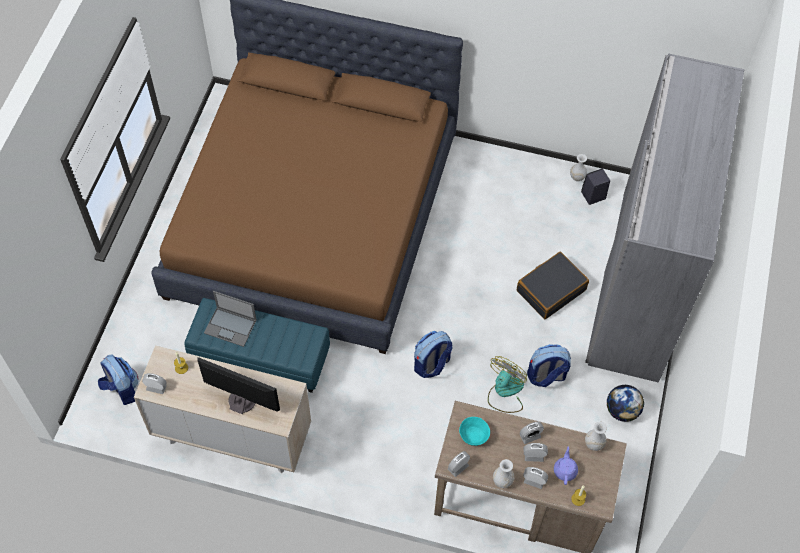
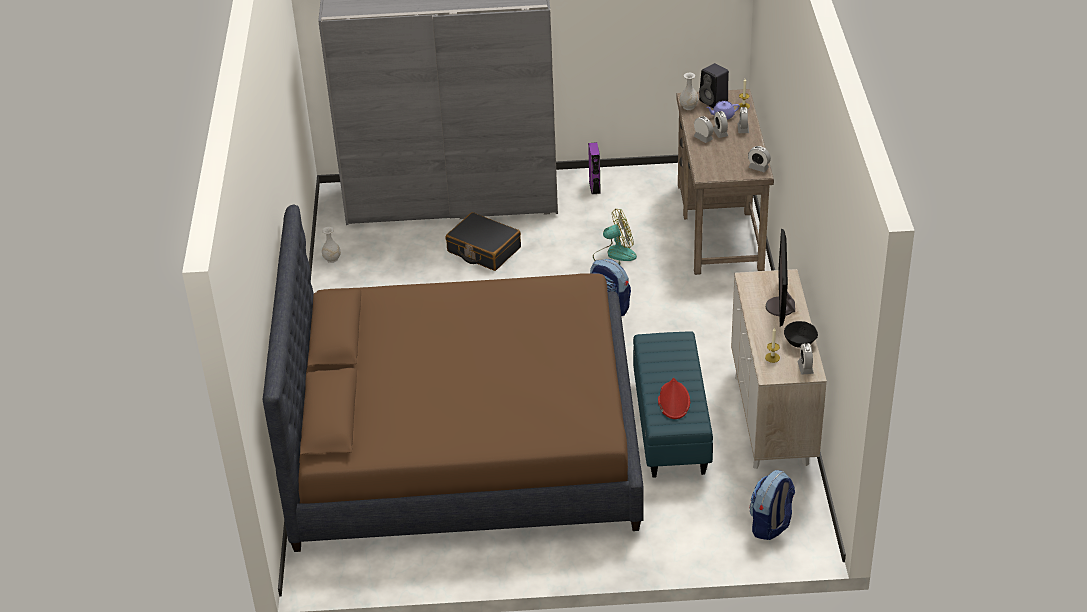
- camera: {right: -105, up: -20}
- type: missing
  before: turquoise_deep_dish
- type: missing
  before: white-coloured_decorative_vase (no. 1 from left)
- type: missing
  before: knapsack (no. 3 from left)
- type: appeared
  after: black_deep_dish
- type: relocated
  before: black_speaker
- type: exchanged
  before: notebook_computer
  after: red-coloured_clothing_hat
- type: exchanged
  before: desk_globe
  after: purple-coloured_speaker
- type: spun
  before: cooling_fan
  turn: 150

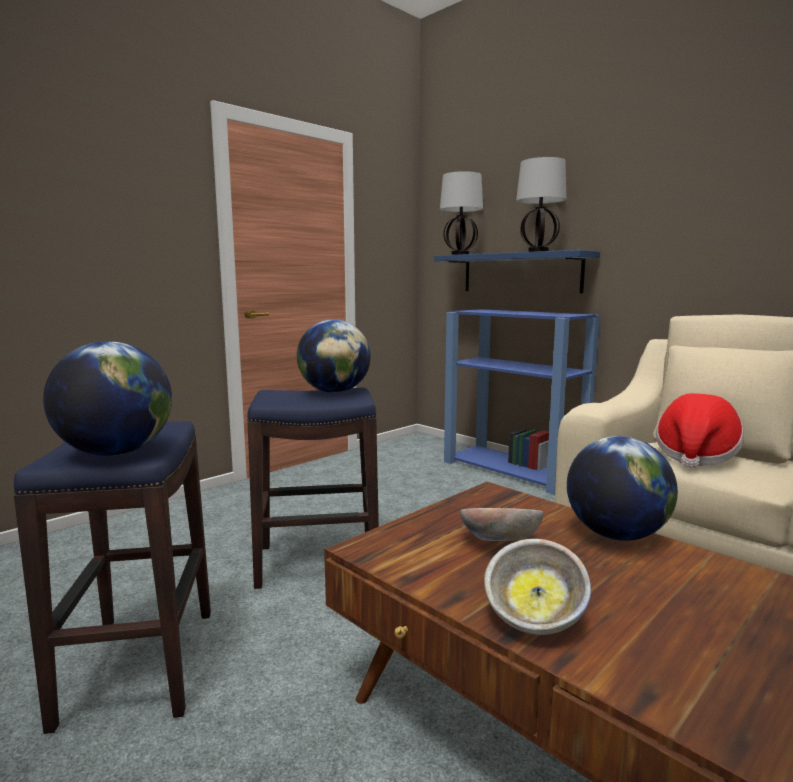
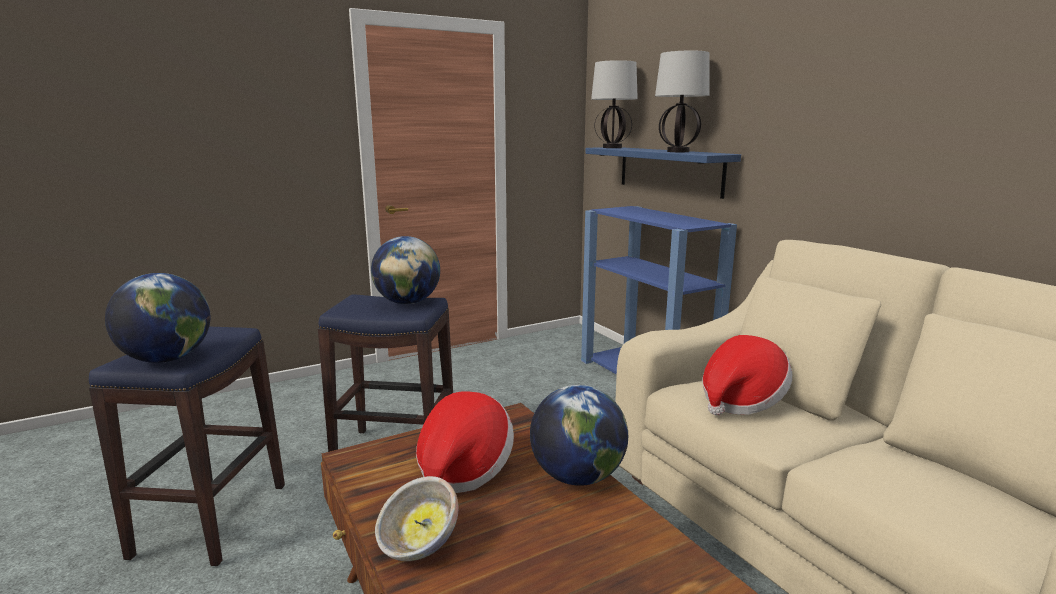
- camera: {right: 15, up: 5}
- type: exchanged
  before: deep_dish (no. 1 from left)
  after: clothing_hat (no. 1 from left)

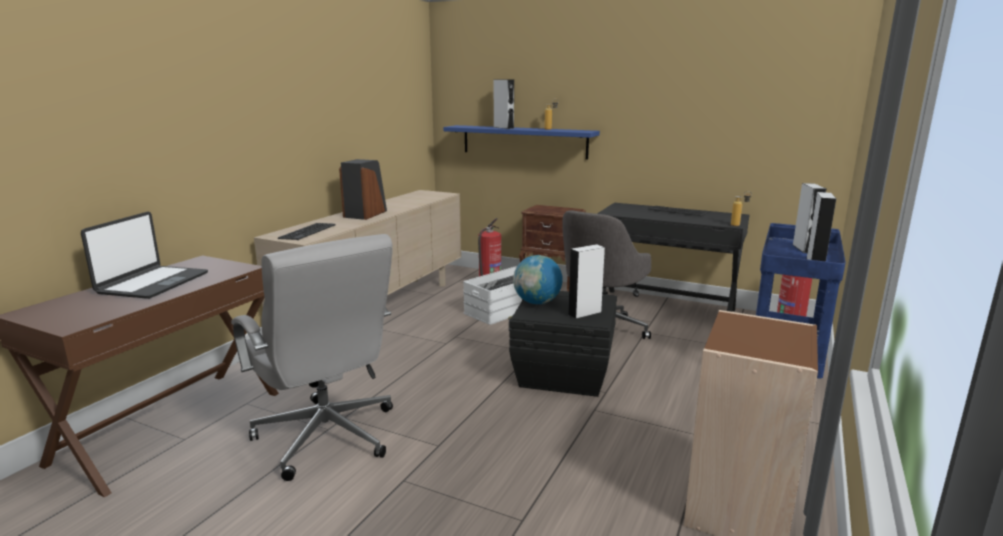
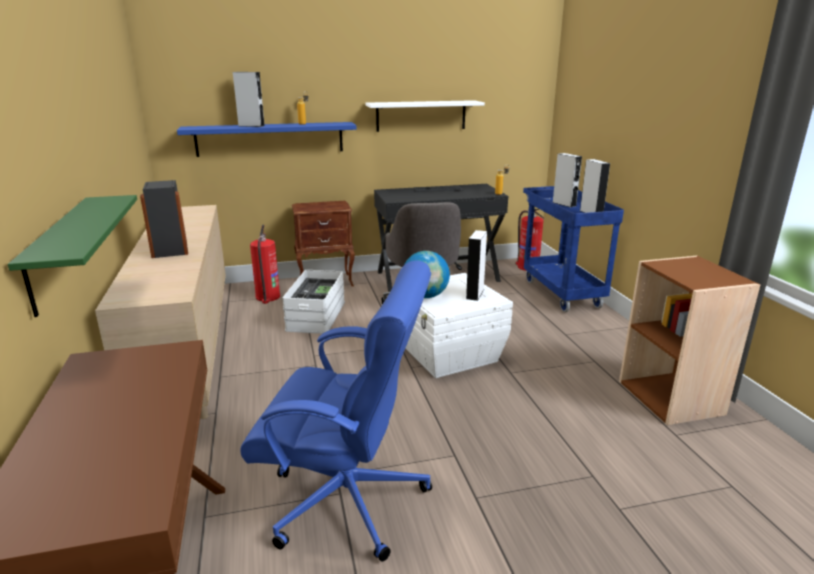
- camera: {right: -40, up: 5}
- type: missing
  before: notebook_computer
- type: missing
  before: PC_keyboard (no. 1 from left)
- type: appeared
  after: greenish_shelf
- type: appeared
  after: white-coloured_shelf
- type: colour
  before: gray_office_chair (no. 1 from left)
  after: blue_office_chair
- type: colour
  before: black_storage_container
  after: white-coloured_storage_container (no. 2 from left)

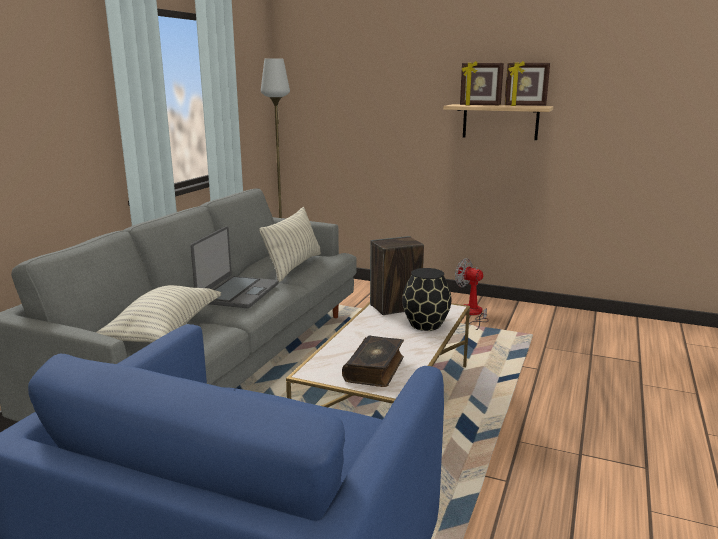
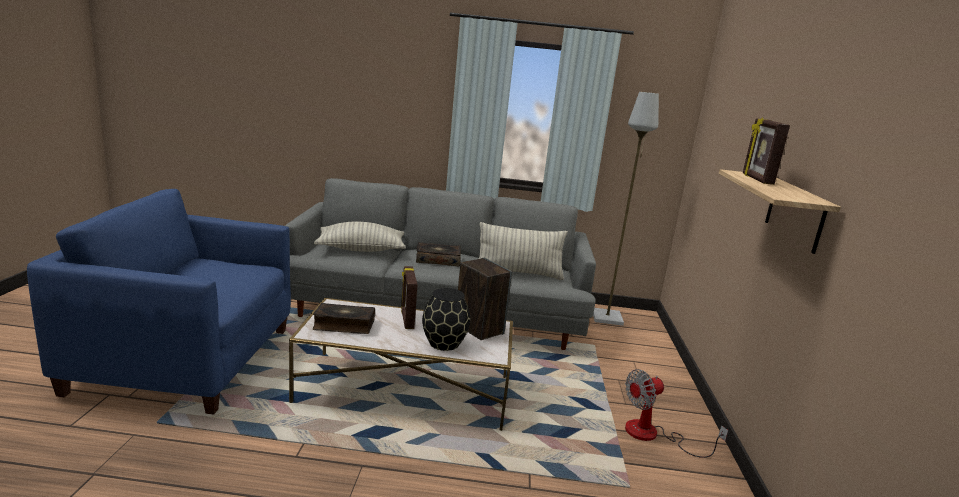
- camera: {right: 70, up: 0}
- type: relocated
  before: picture_frame (no. 2 from left in the first image)
  after: picture_frame (no. 1 from left)
- type: exchanged
  before: notebook_computer
  after: book (no. 2 from left)
- type: spun
  before: cooling_fan
  turn: -135

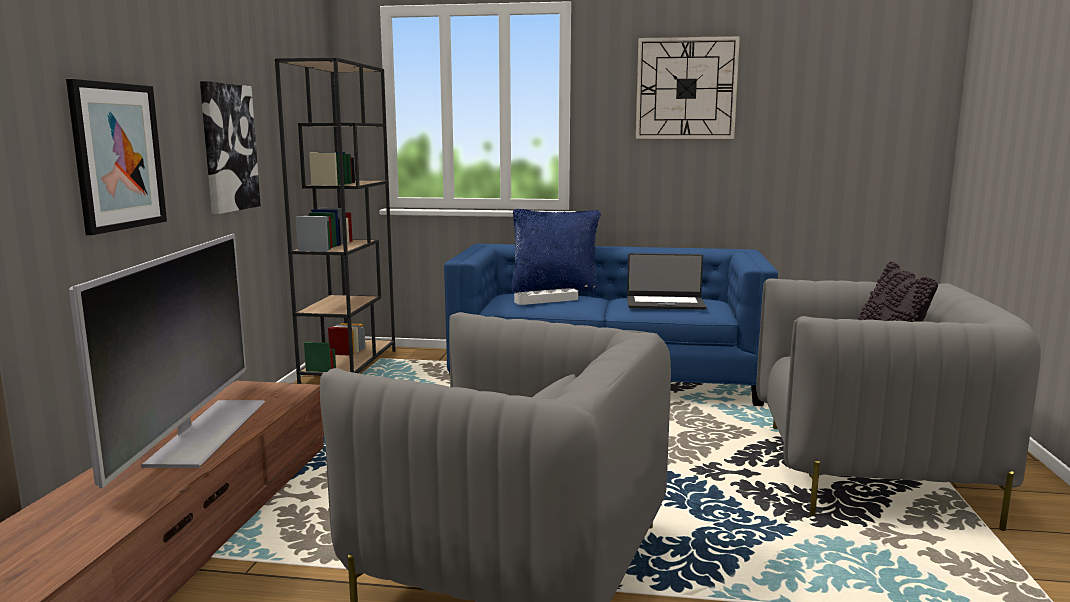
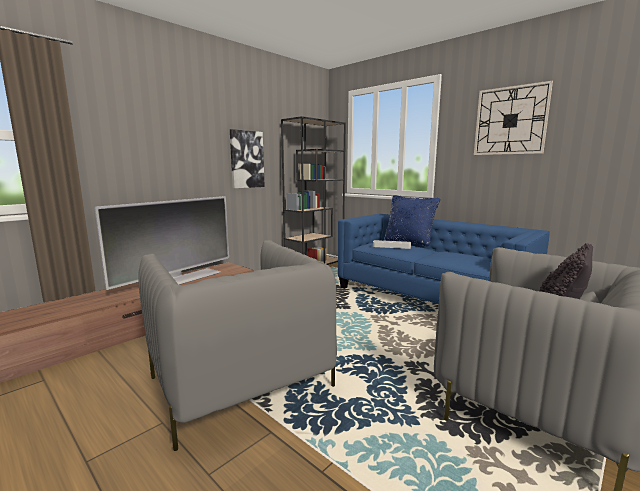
- camera: {right: 35, up: 0}
- type: missing
  before: wall_art (no. 1 from left)
- type: missing
  before: notebook_computer

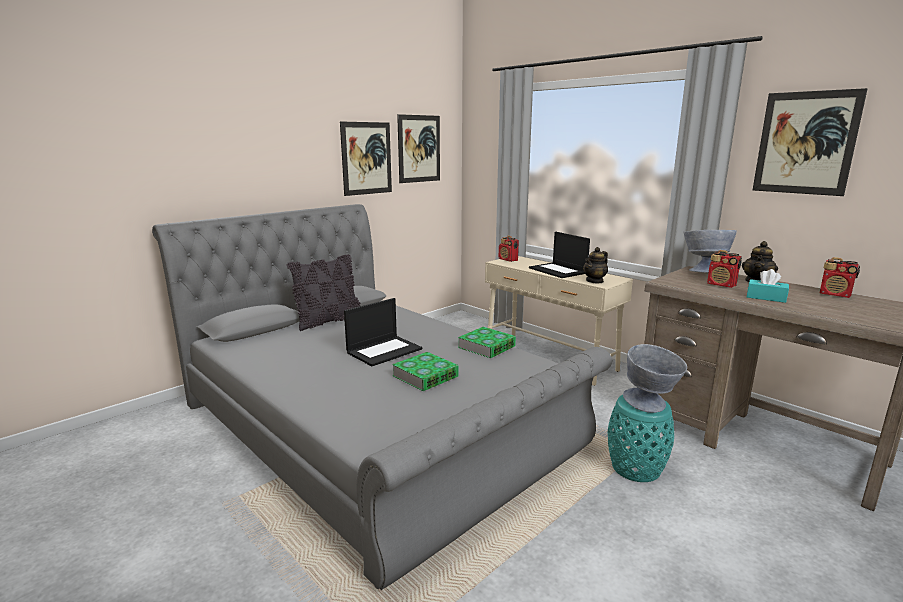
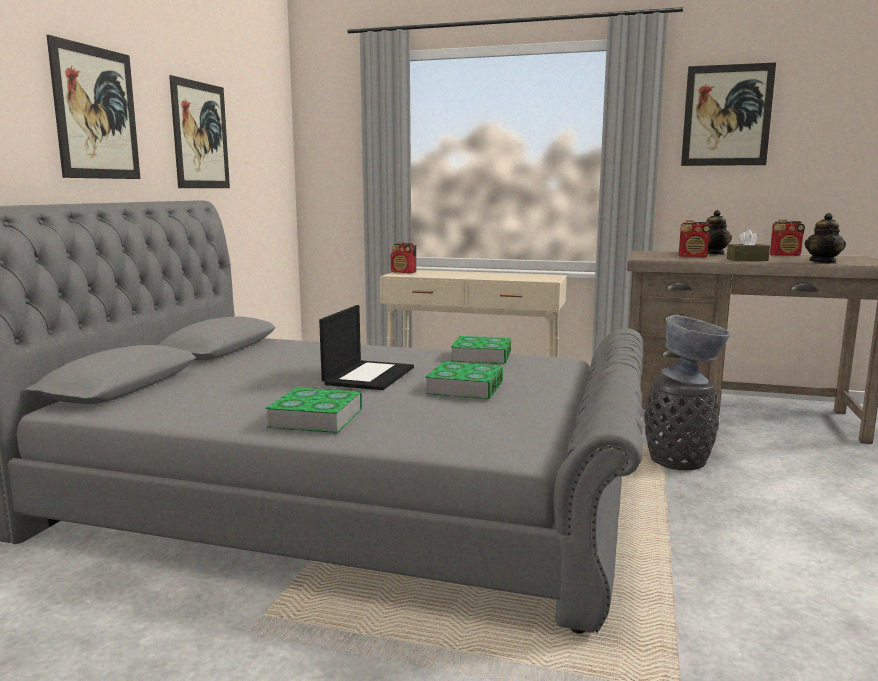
- camera: {right: -30, up: -5}
- type: missing
  before: black_pillow
- type: missing
  before: notebook_computer (no. 2 from left)
- type: missing
  before: gray_deep_dish (no. 2 from left)
- type: appeared
  after: book (no. 1 from left)
- type: relocated
  before: wall_art (no. 2 from left in the first image)
  after: wall_art (no. 1 from left)
- type: relocated
  before: pot_for_tea (no. 1 from left in the first image)
  after: pot_for_tea (no. 2 from left)
- type: colour
  before: turquoise_stool_seat
  after: gray_stool_seat
- type: colour
  before: turquoise_box_of_tissues
  after: brown_box_of_tissues

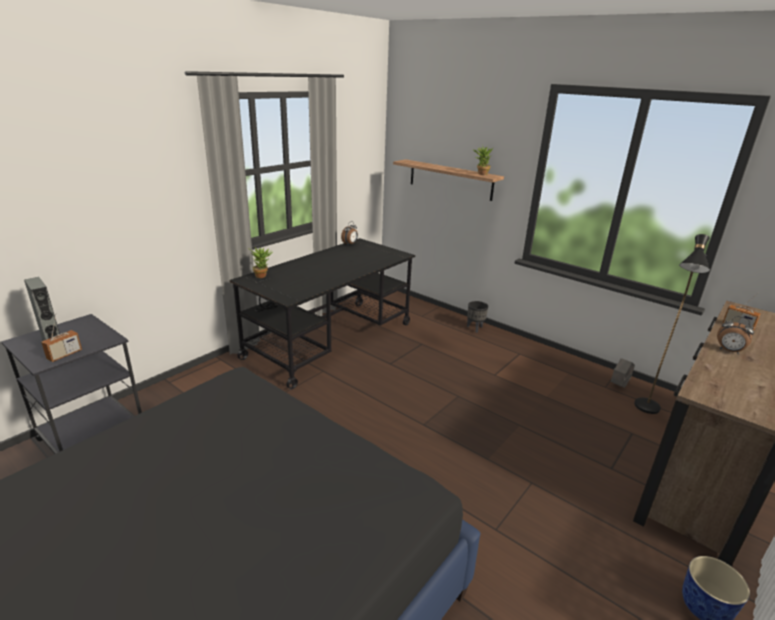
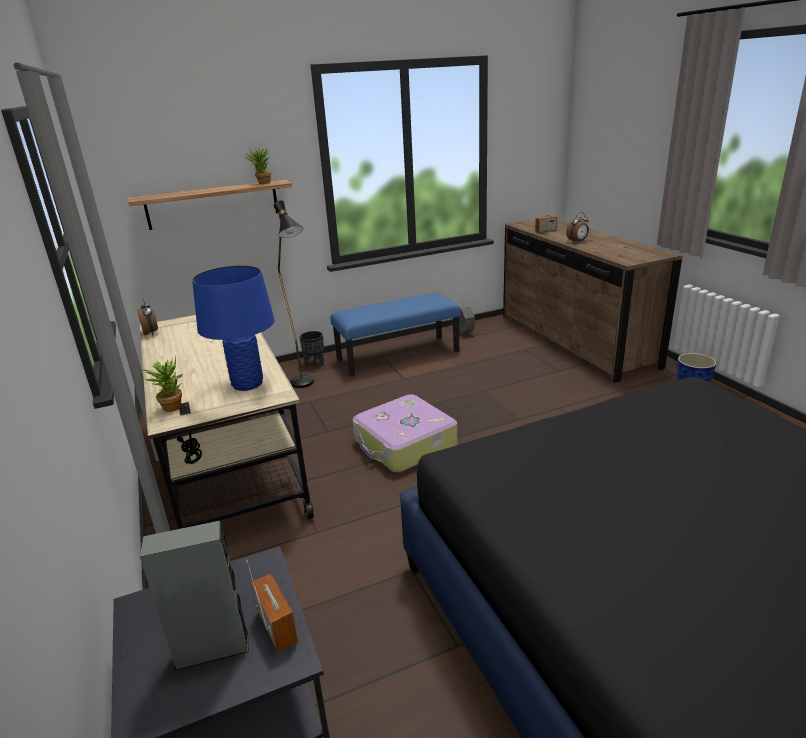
- camera: {right: -60, up: 0}
- type: appeared
  after: blue_tabletop_lamp
- type: appeared
  after: blue_bench
- type: appeared
  after: suitcase
- type: relocated
  before: black_standing_lamp
- type: colour
  before: black_desk_table
  after: sand-coloured_desk_table

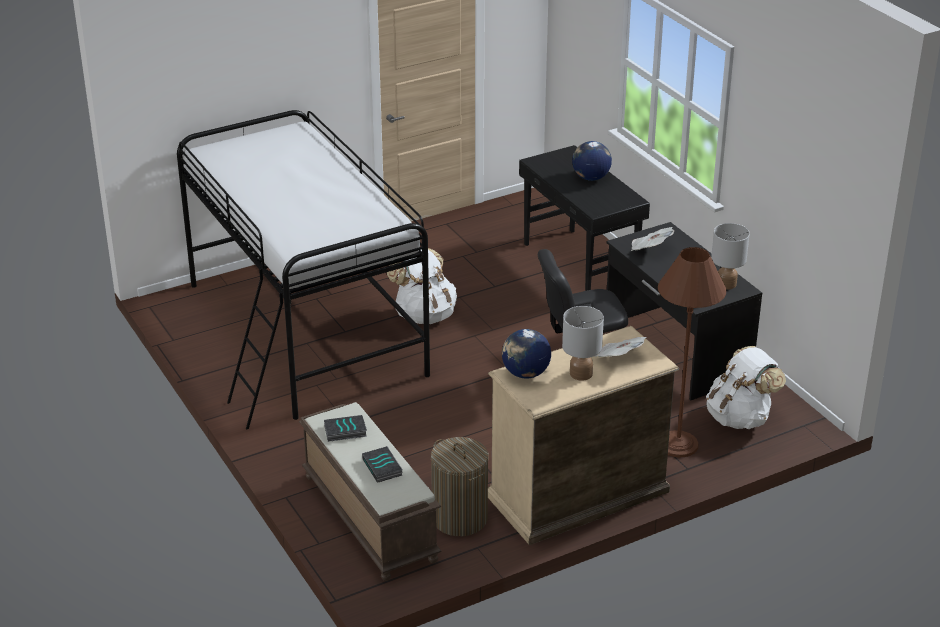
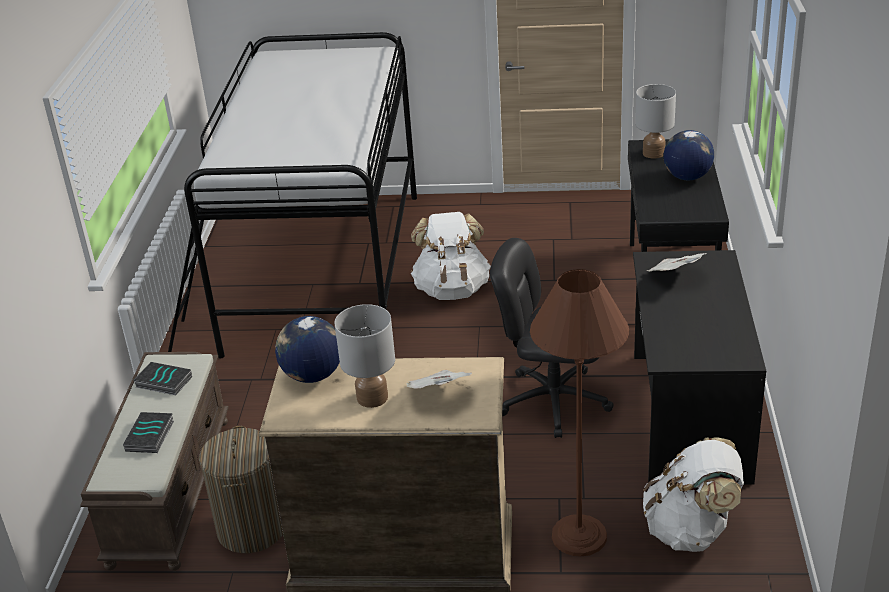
- camera: {right: 35, up: 0}
- type: relocated
  before: gray_tabletop_lamp (no. 2 from left)

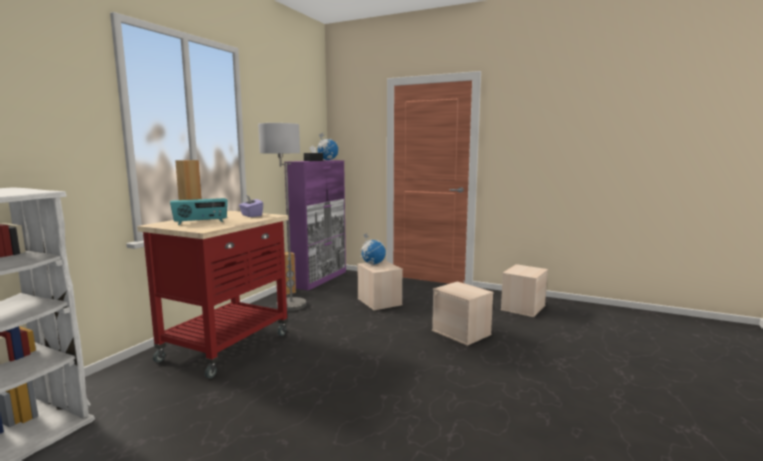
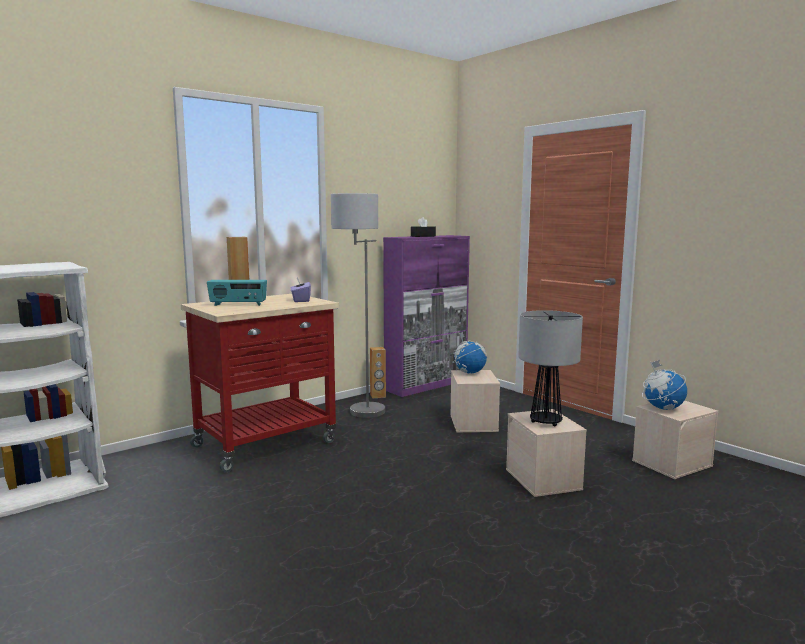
- camera: {right: 25, up: 0}
- type: appeared
  after: tabletop_lamp
- type: relocated
  before: desk_globe (no. 1 from left in the first image)
  after: desk_globe (no. 2 from left)

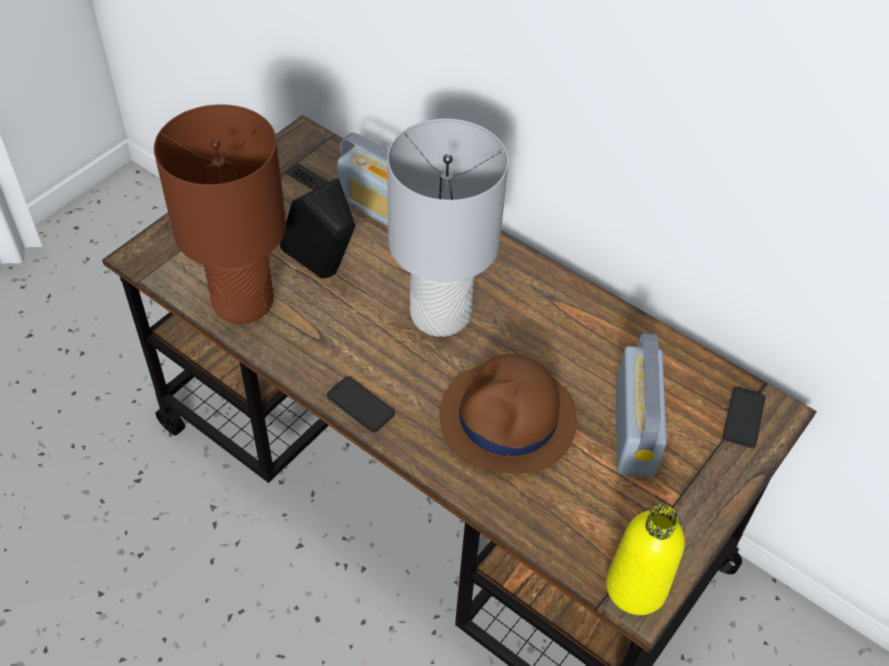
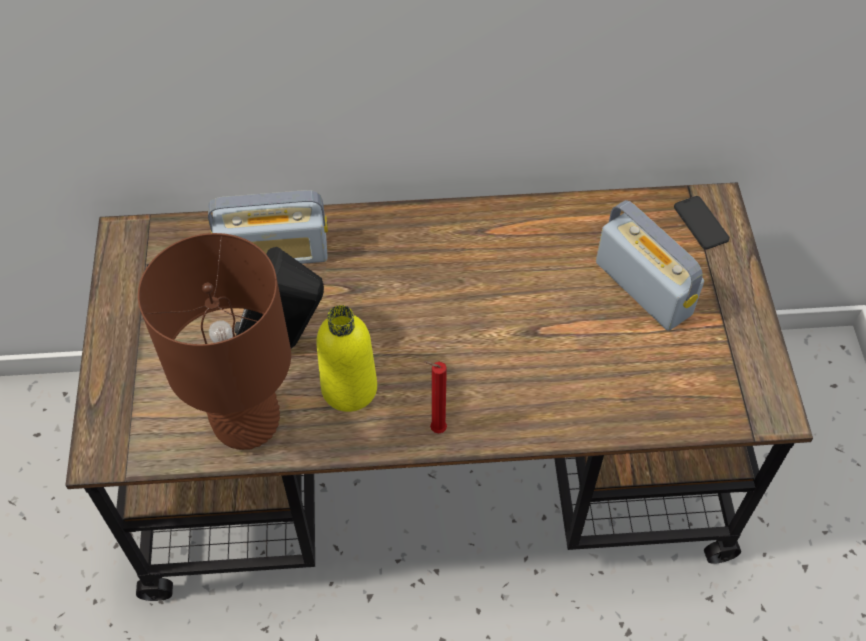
- camera: {right: -40, up: 5}
- type: missing
  before: gray_tabletop_lamp
- type: missing
  before: brown_clothing_hat
- type: relocated
  before: yellow_drink_bottle
- type: exchanged
  before: telephone (no. 1 from left)
  after: red-coloured_wax_candle

